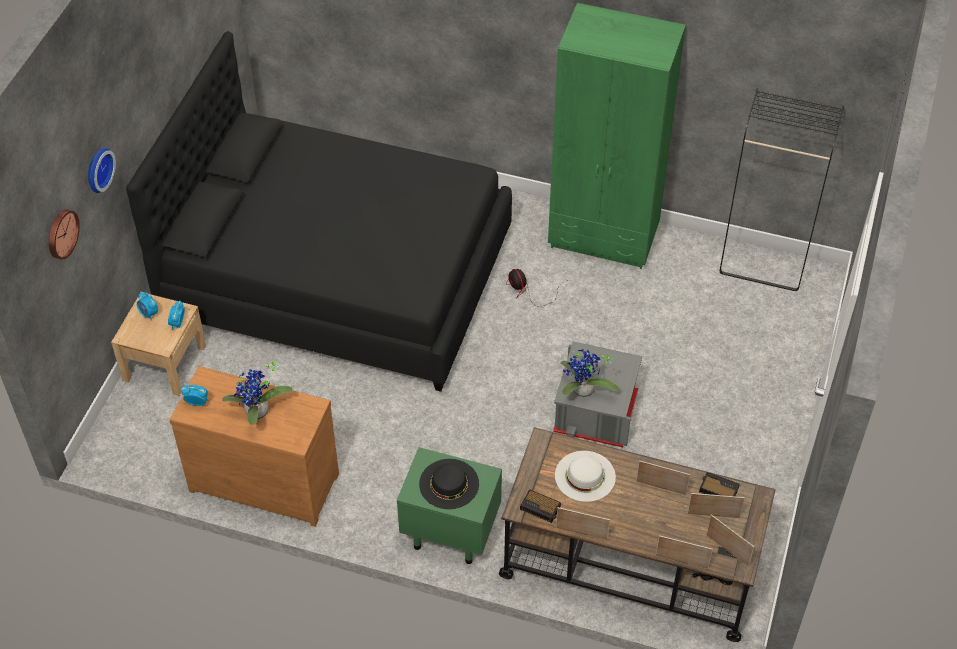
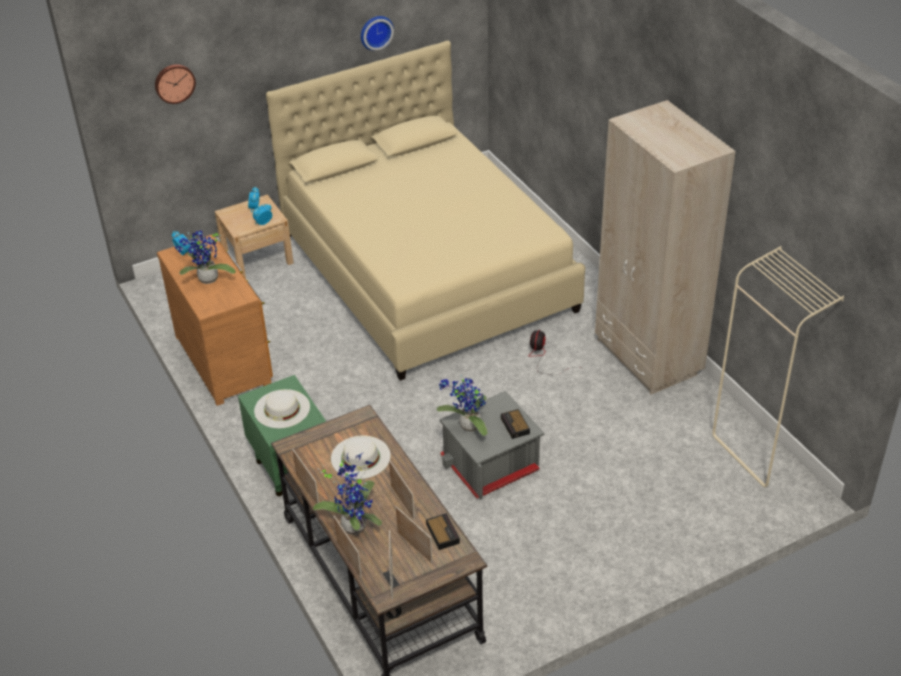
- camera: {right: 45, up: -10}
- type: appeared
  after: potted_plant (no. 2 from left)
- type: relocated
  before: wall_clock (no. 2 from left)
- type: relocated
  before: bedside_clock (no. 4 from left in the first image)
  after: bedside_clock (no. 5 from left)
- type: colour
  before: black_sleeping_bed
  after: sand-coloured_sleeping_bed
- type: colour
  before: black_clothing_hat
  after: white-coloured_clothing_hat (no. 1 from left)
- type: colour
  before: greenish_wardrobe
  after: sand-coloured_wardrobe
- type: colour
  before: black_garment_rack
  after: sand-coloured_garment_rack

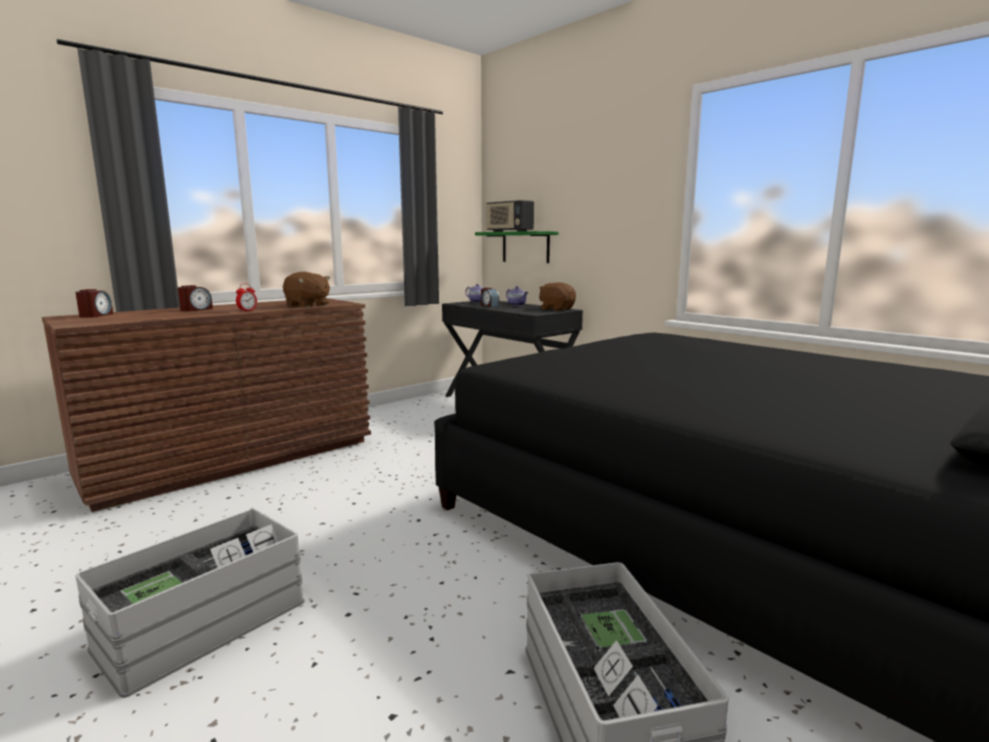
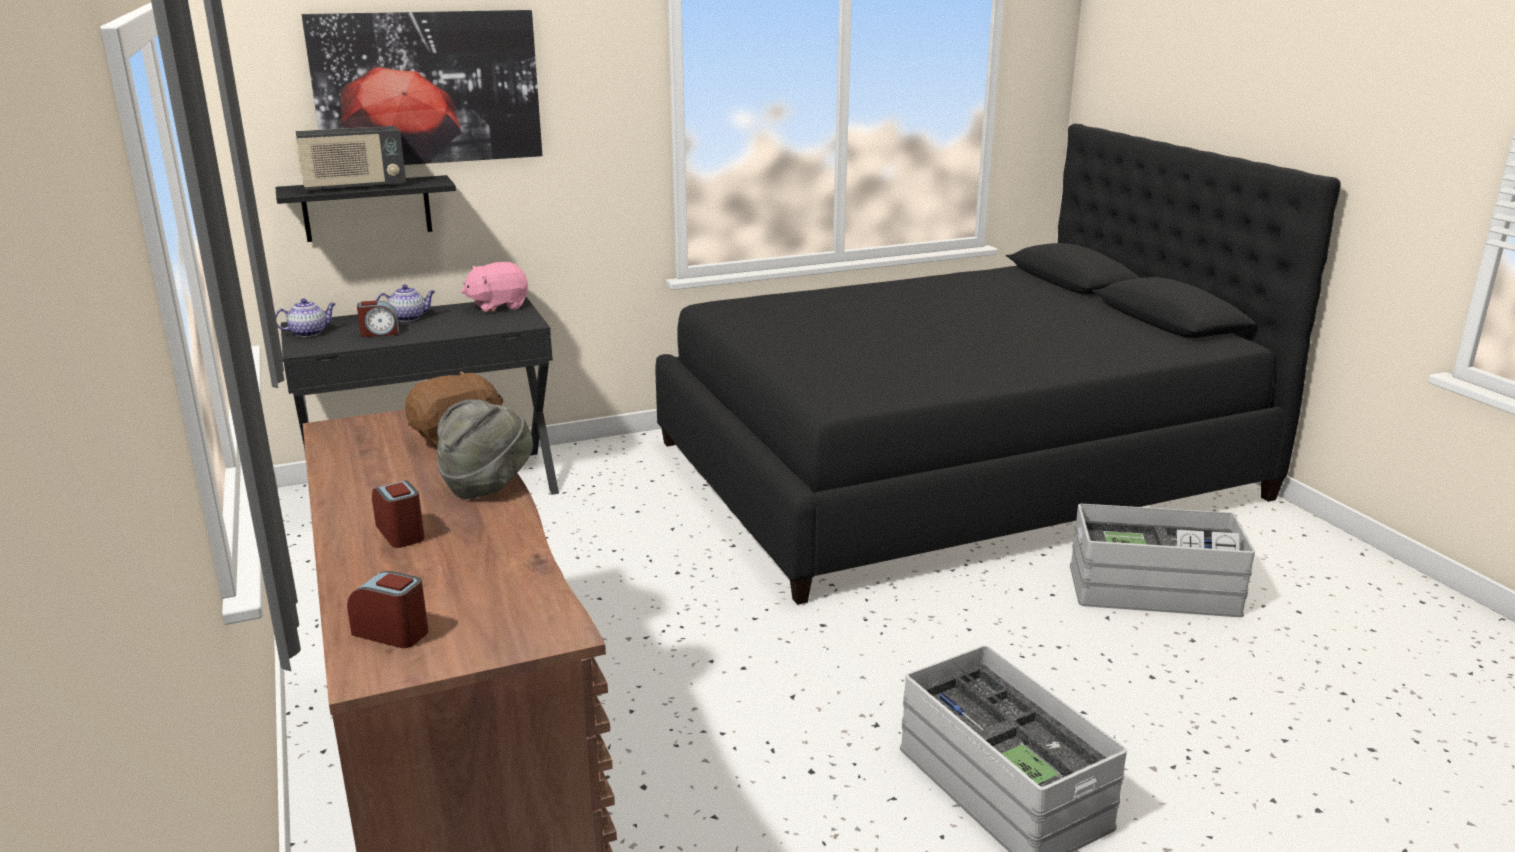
- camera: {right: -70, up: 10}
- type: appeared
  after: wall_art
- type: exchanged
  before: bedside_clock (no. 3 from left)
  after: gray_clothing_hat
- type: colour
  before: greenish_shelf
  after: black_shelf
- type: colour
  before: brown_soft_toy (no. 2 from left)
  after: pink_soft_toy

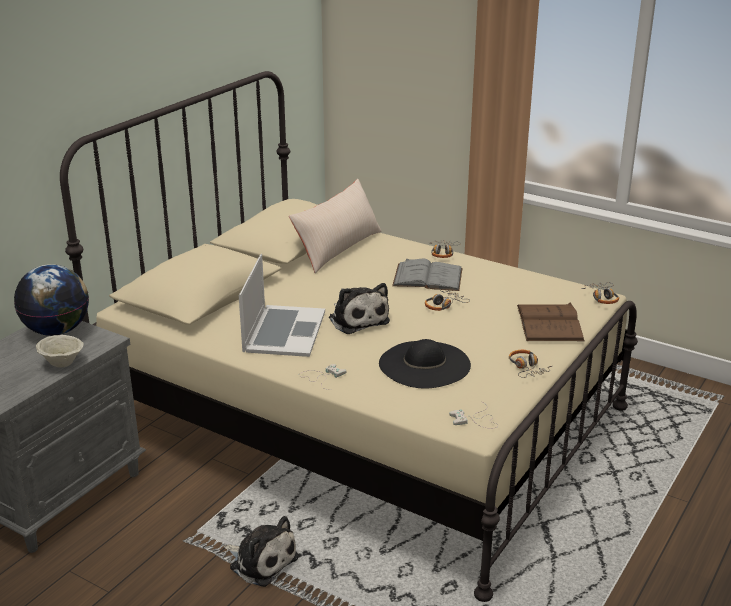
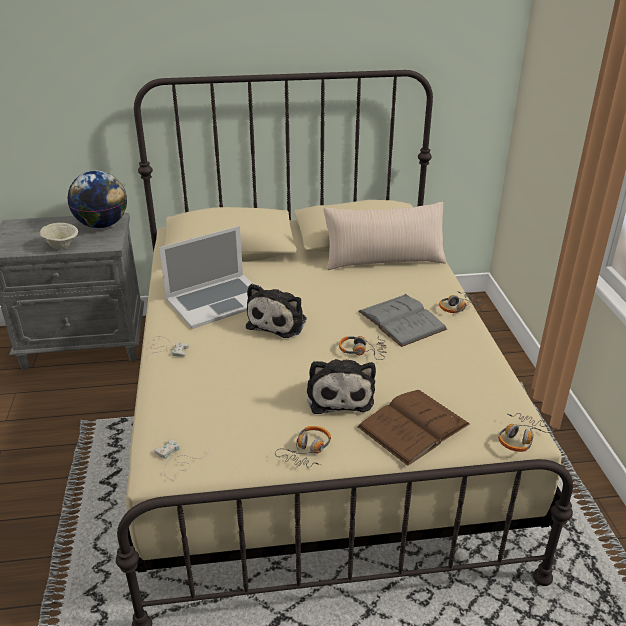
- camera: {right: 50, up: 5}
- type: missing
  before: black_clothing_hat
- type: relocated
  before: soft_toy (no. 1 from left in the first image)
  after: soft_toy (no. 2 from left)

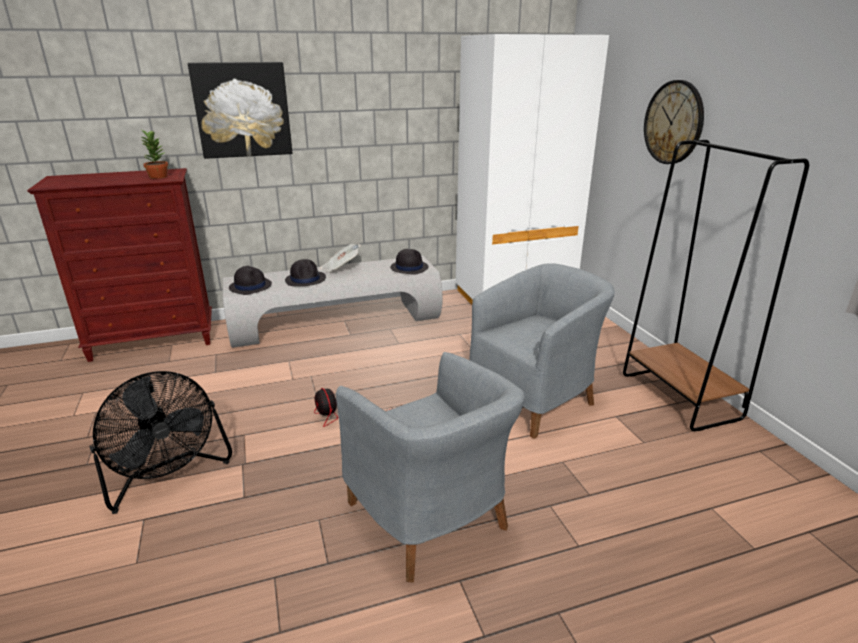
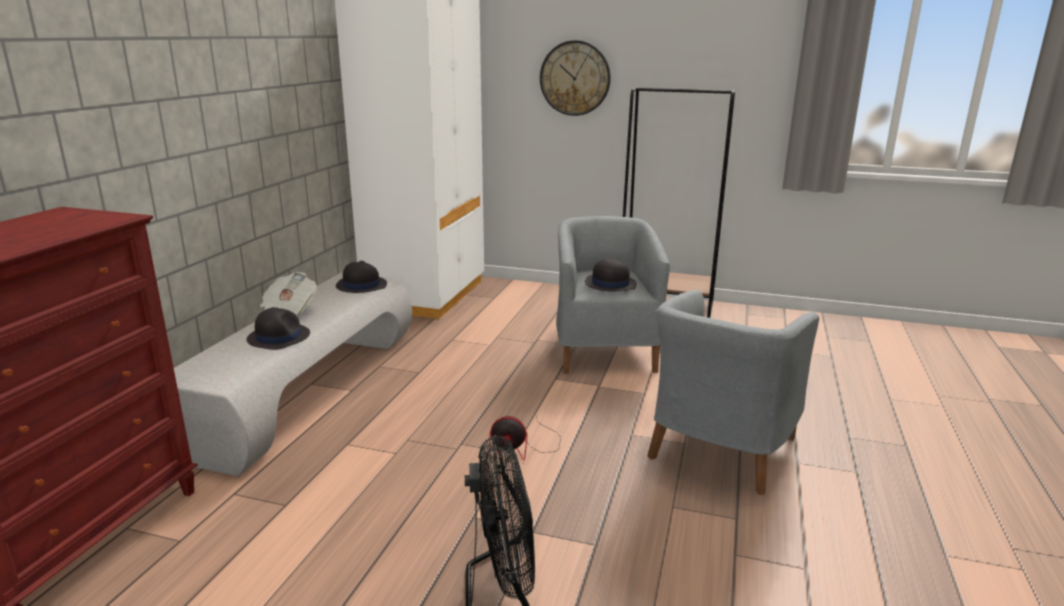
- camera: {right: -55, up: -5}
- type: missing
  before: potted_plant
- type: missing
  before: wall_art
- type: relocated
  before: black_clothing_hat (no. 1 from left in the first image)
  after: black_clothing_hat (no. 3 from left)
- type: spun
  before: gray_lounge_chair (no. 1 from left in the first image)
  turn: 120

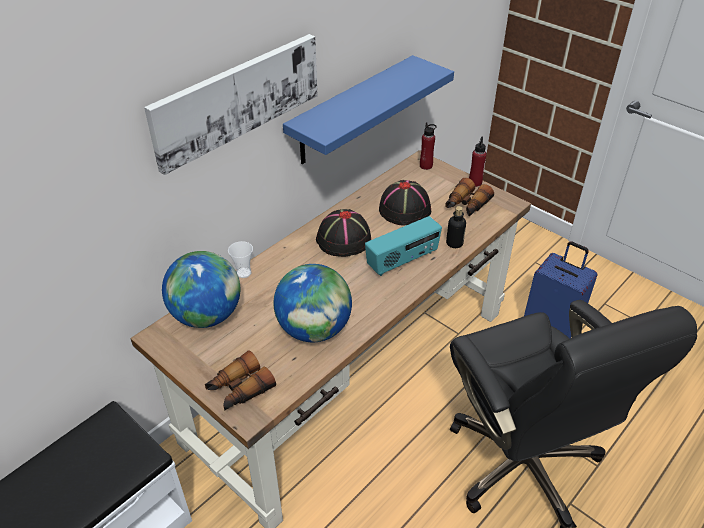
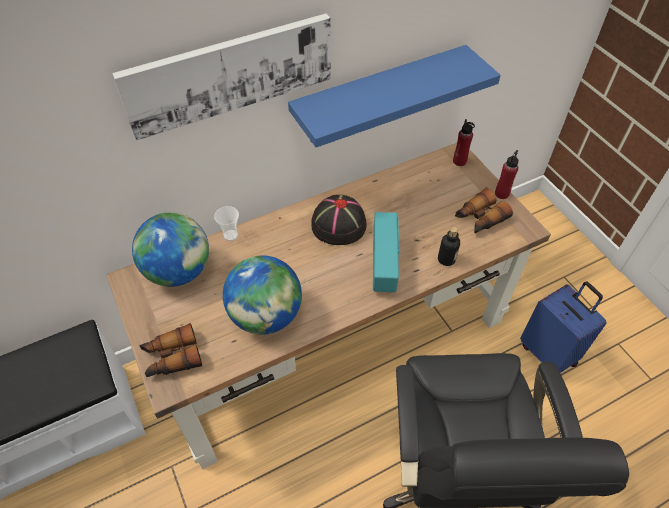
- camera: {right: 20, up: 10}
- type: missing
  before: black_clothing_hat (no. 2 from left)
- type: spun
  before: radio_receiver
  turn: -75

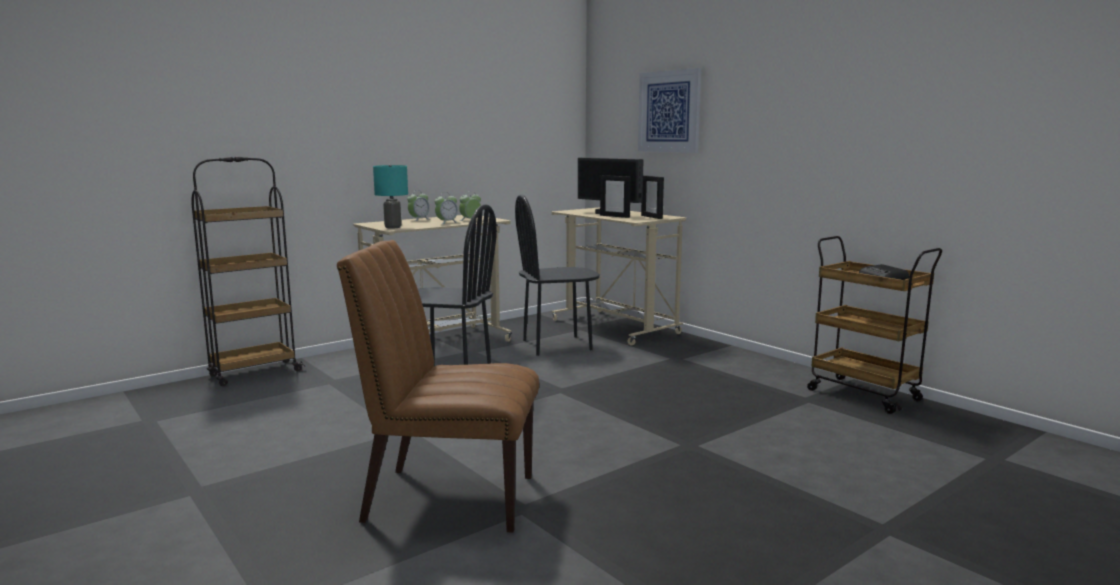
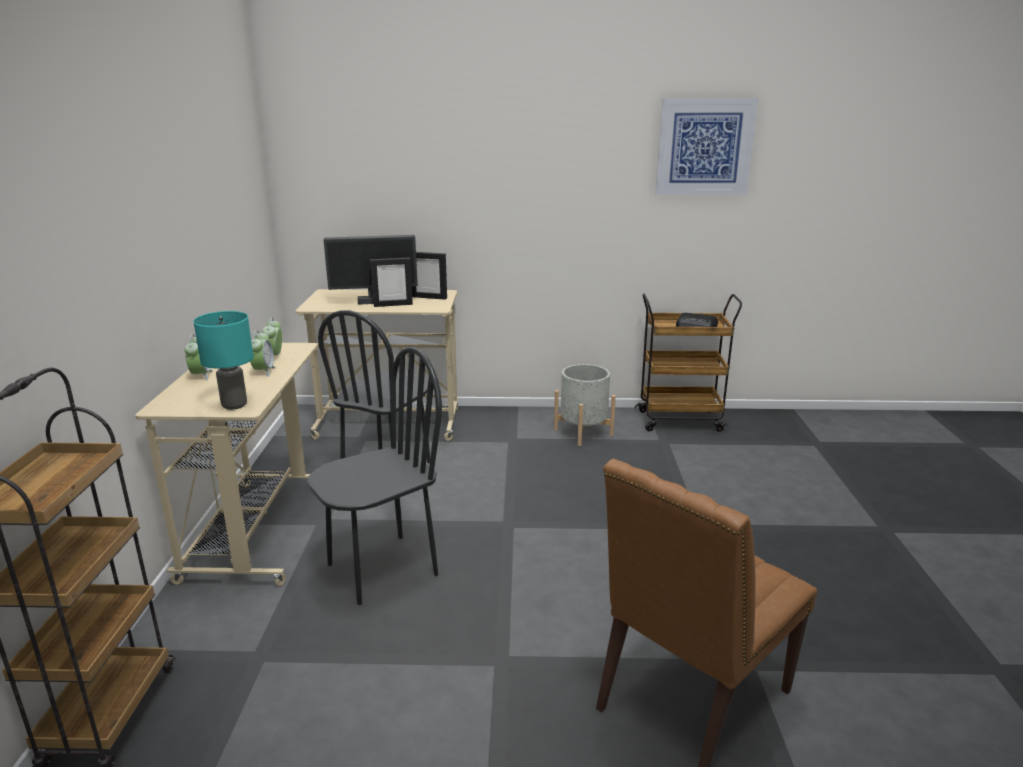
- camera: {right: -50, up: 10}
- type: appeared
  after: gray_plant_pot
- type: relocated
  before: wall_art

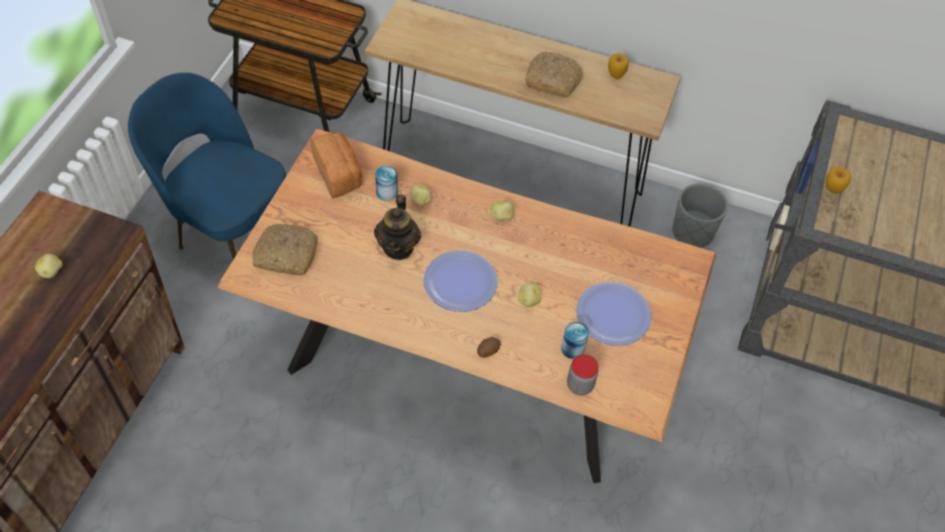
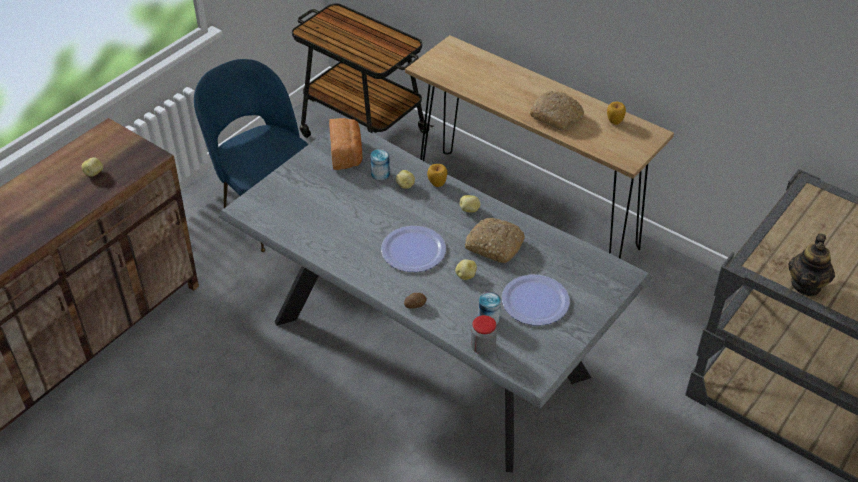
- camera: {right: 20, up: -10}
- type: missing
  before: gray_plant_pot
- type: relocated
  before: bread (no. 1 from left in the first image)
  after: bread (no. 2 from left)
- type: relocated
  before: pot_for_tea
- type: relocated
  before: whole_apple (no. 2 from left in the first image)
  after: whole_apple (no. 1 from left)
- type: colour
  before: brown_kitchen_table
  after: gray_kitchen_table

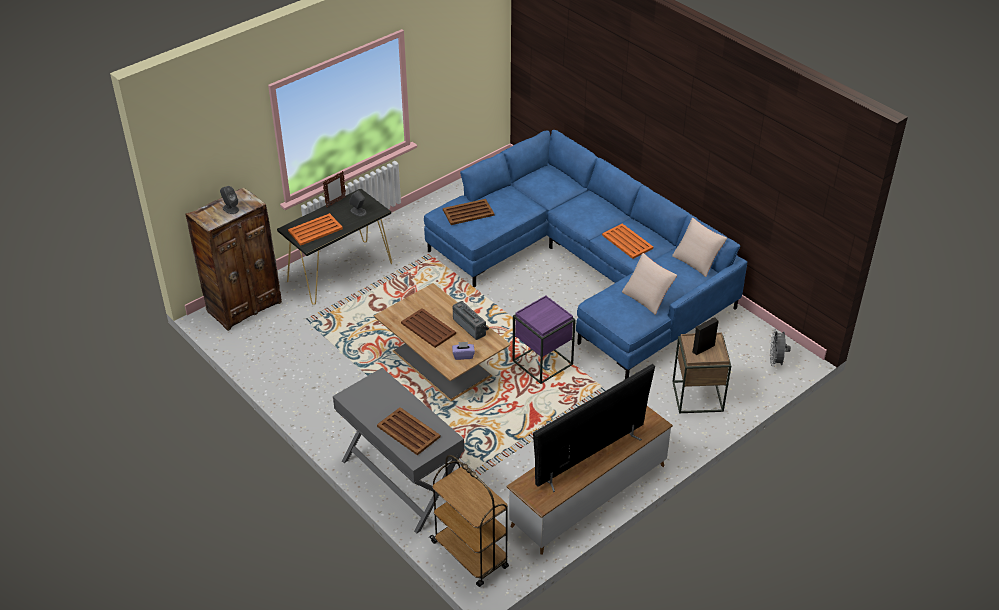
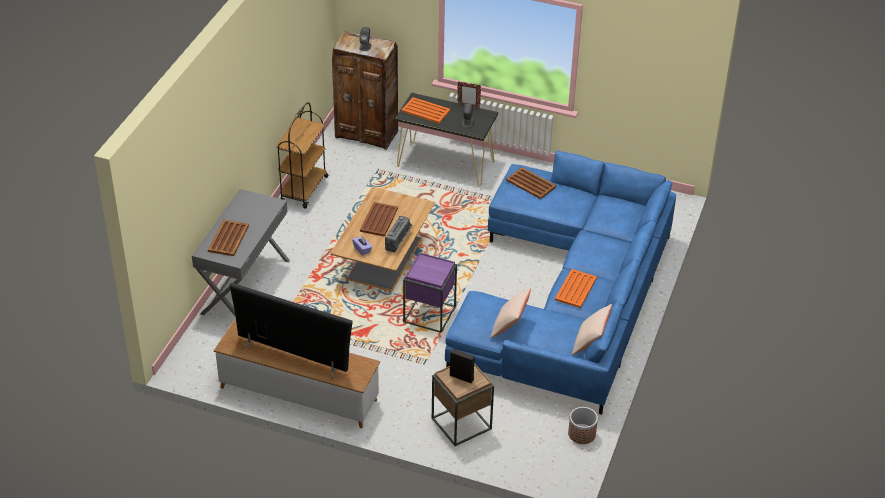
- camera: {right: 60, up: 0}
- type: missing
  before: gray_cooling_fan
- type: appeared
  after: plant_pot
- type: relocated
  before: brown_trolley

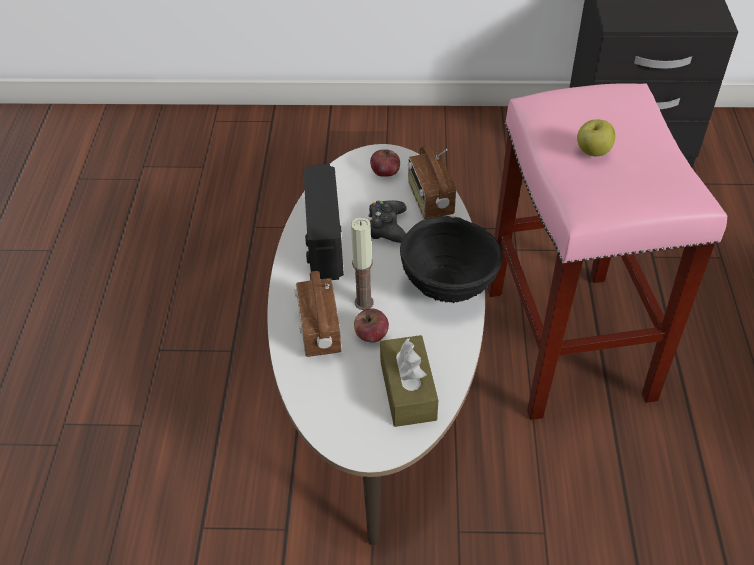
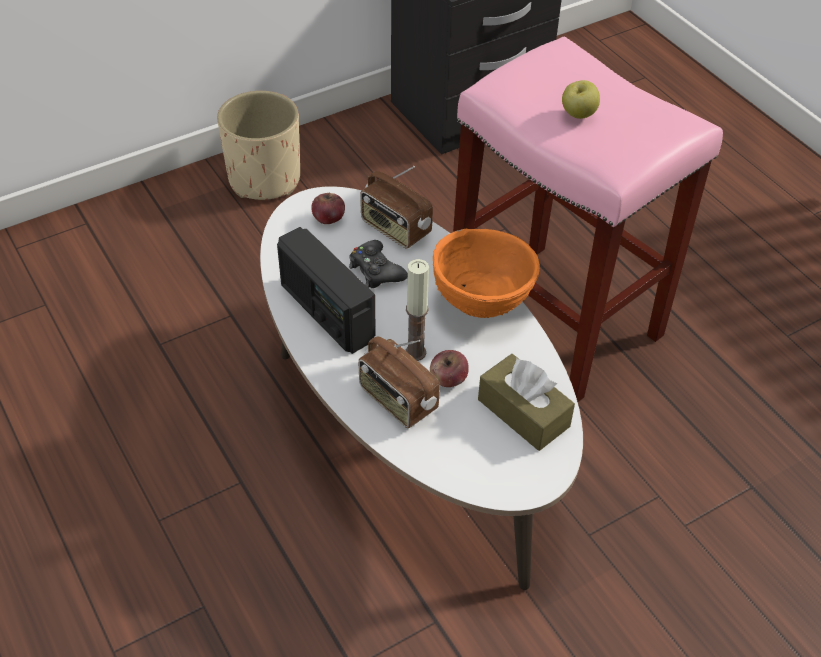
- camera: {right: -35, up: 0}
- type: appeared
  after: sand-coloured_plant_pot
- type: colour
  before: black_deep_dish
  after: orange-coloured_deep_dish

